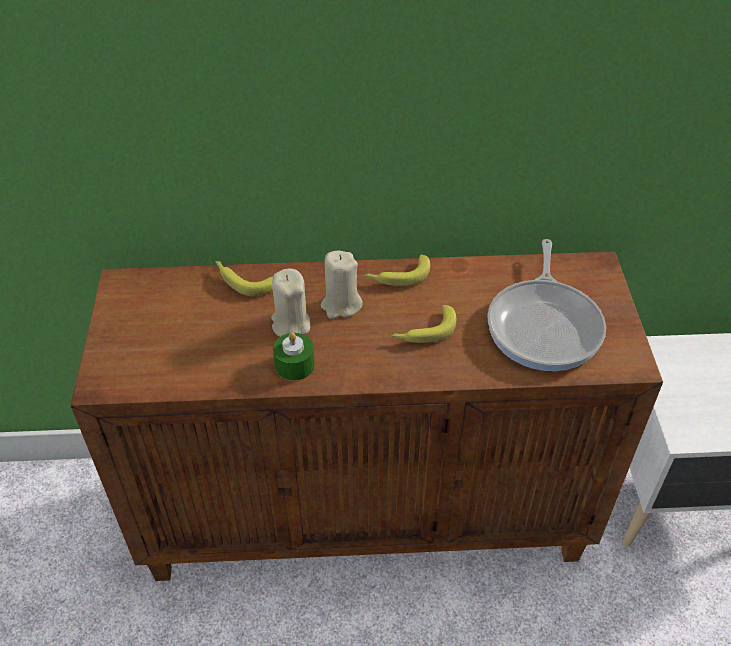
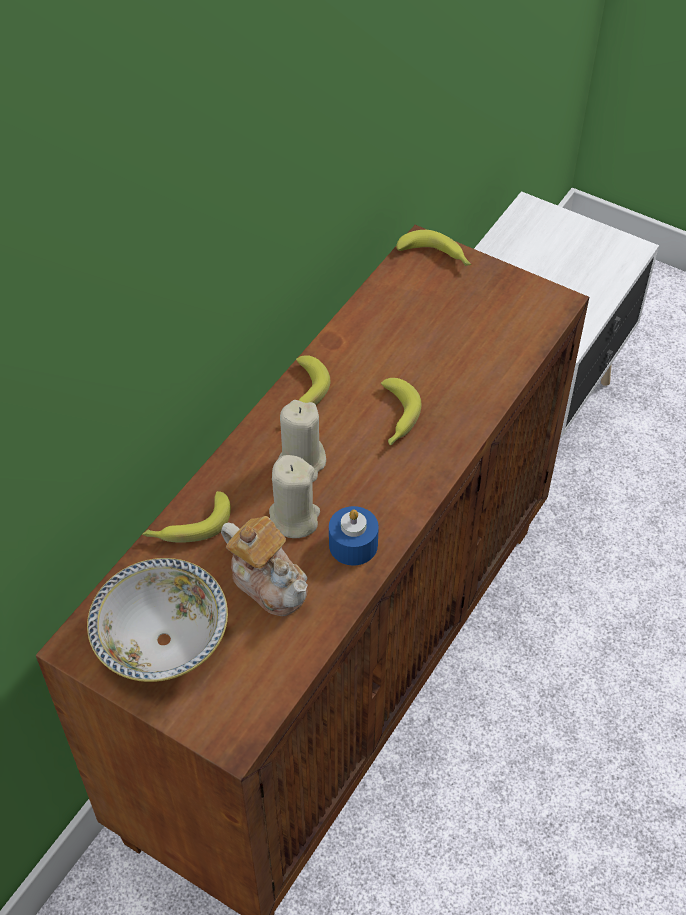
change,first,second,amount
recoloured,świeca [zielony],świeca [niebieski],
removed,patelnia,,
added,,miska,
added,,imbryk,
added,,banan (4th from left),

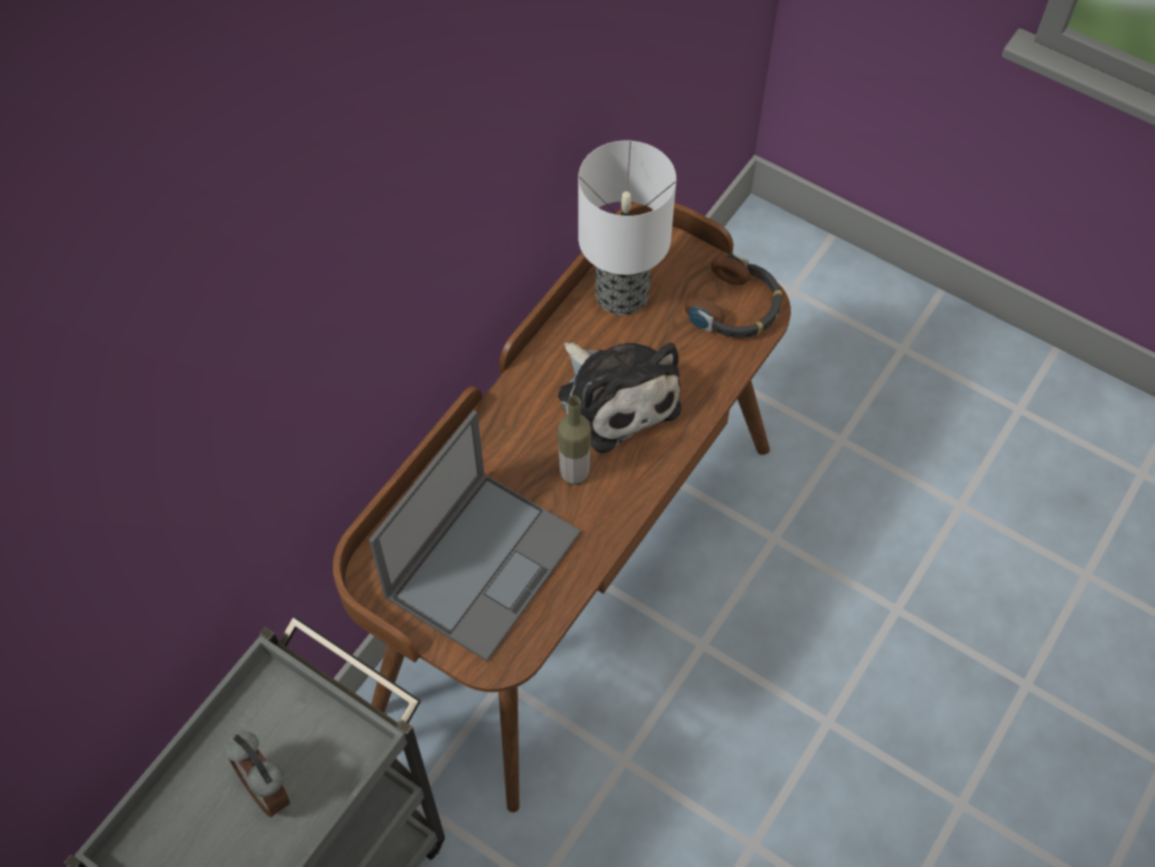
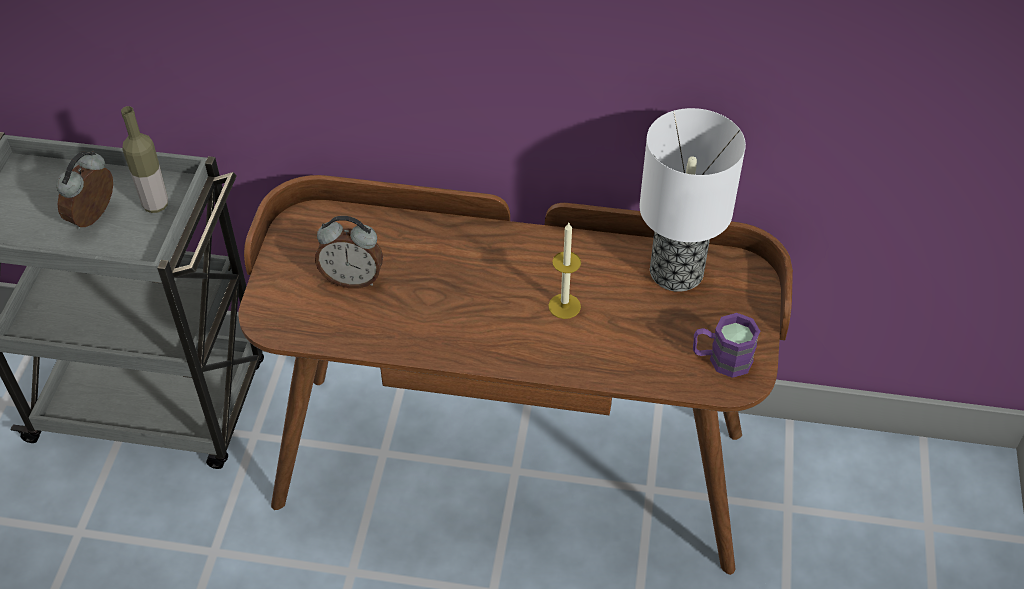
change,first,second,amount
replaced,laptop,budzik (2nd from left),
moved,butelka,,
replaced,pluszak,świeca,
replaced,słuchawki,kubek [fioletowy],

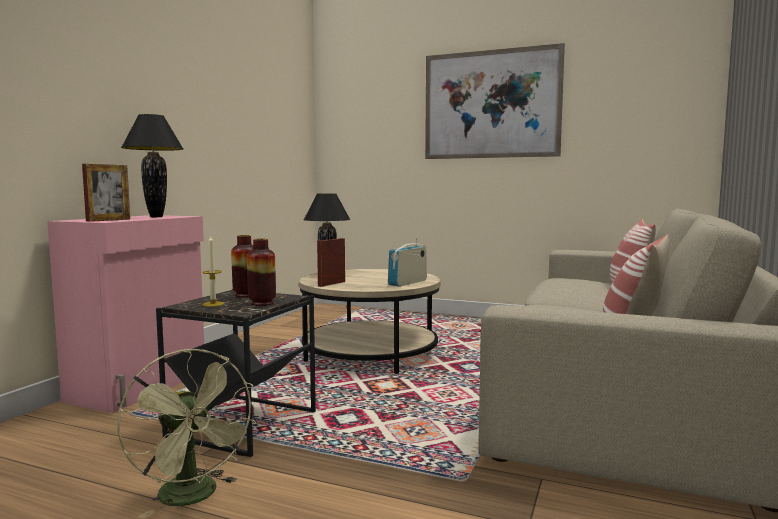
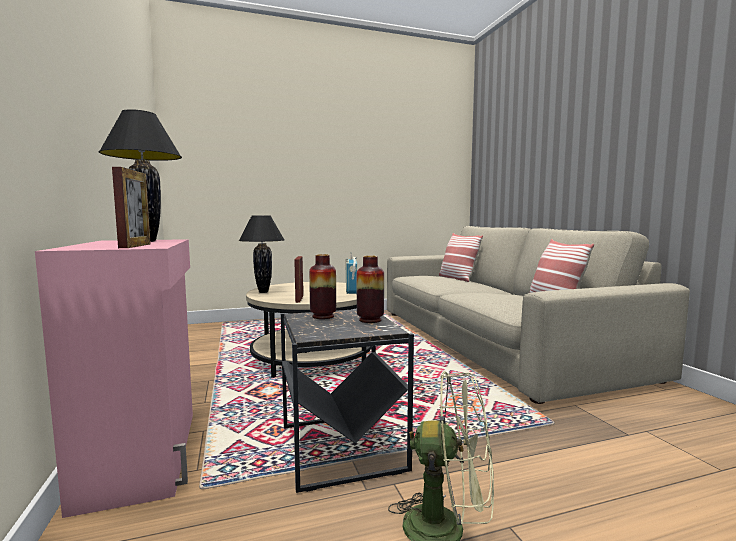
change,first,second,amount
removed,świeca,,
removed,obraz,,

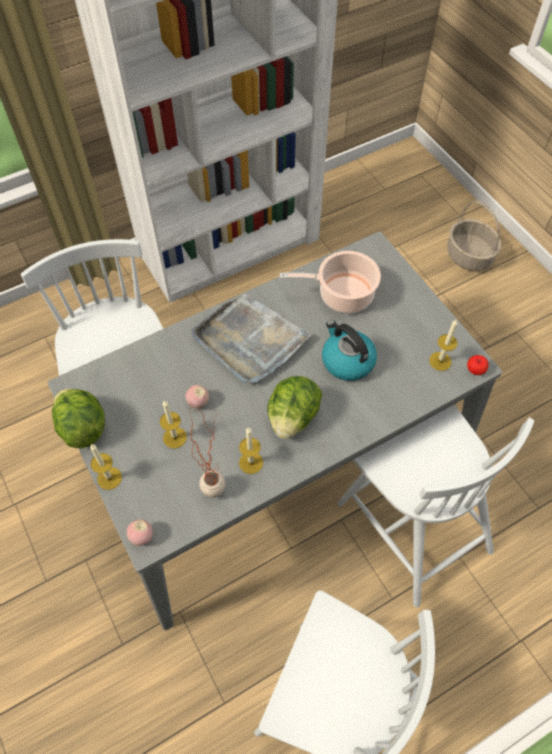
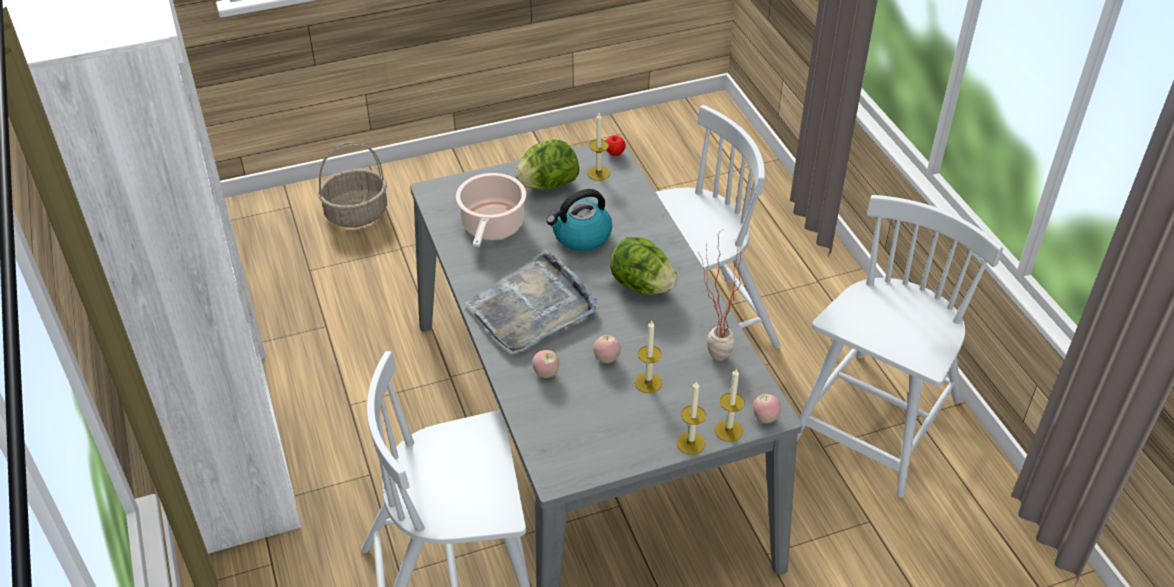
change,first,second,amount
moved,sałata (1st from left),,
moved,świeca (3rd from left in the first image),świeca (4th from left),
added,,jabłko (1st from left),

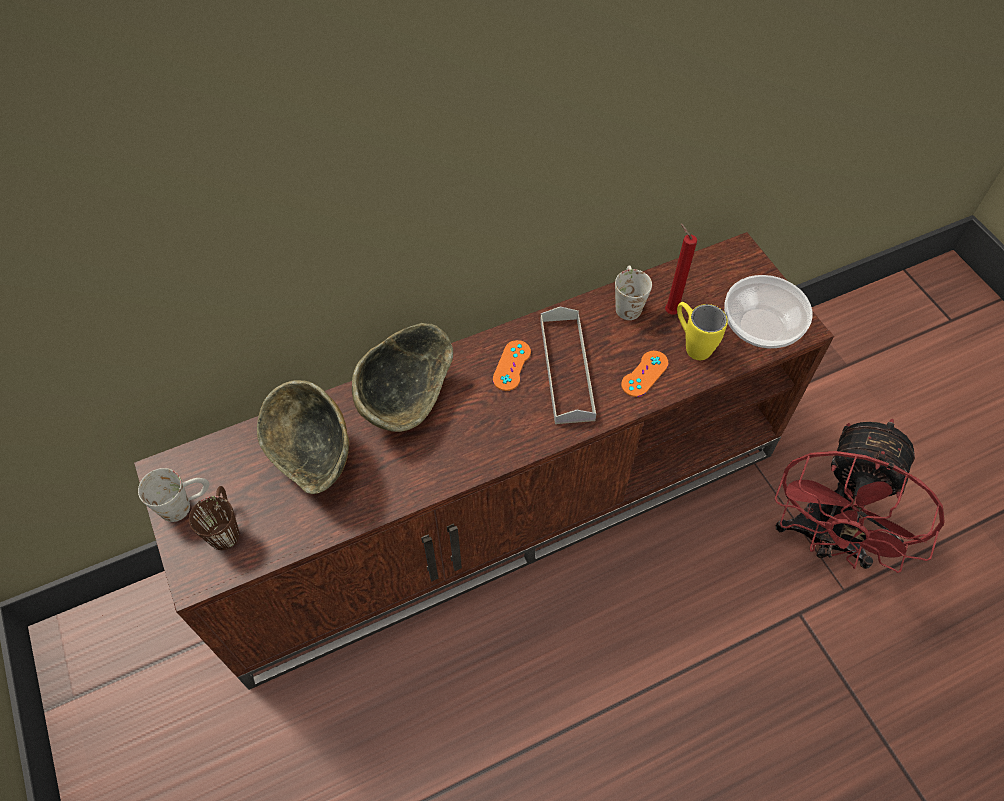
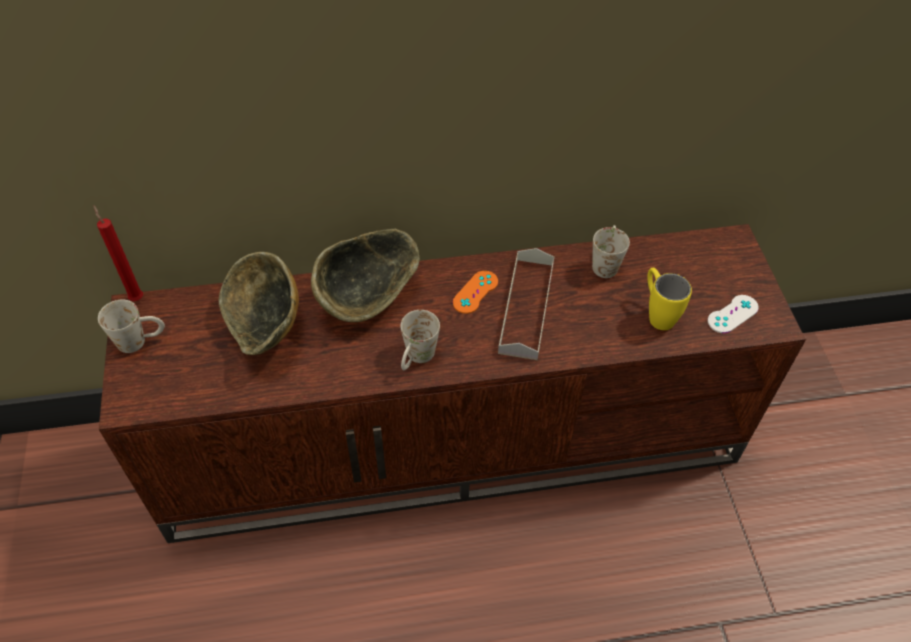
change,first,second,amount
removed,kubek [brązowy],,
removed,pad do gier [pomarańczowy] (2nd from left),,
moved,świeca [czerwony],,
replaced,miska (3rd from left),pad do gier [biały],
removed,wentylator [czerwony],,
added,,kubek [biały] (2nd from left),

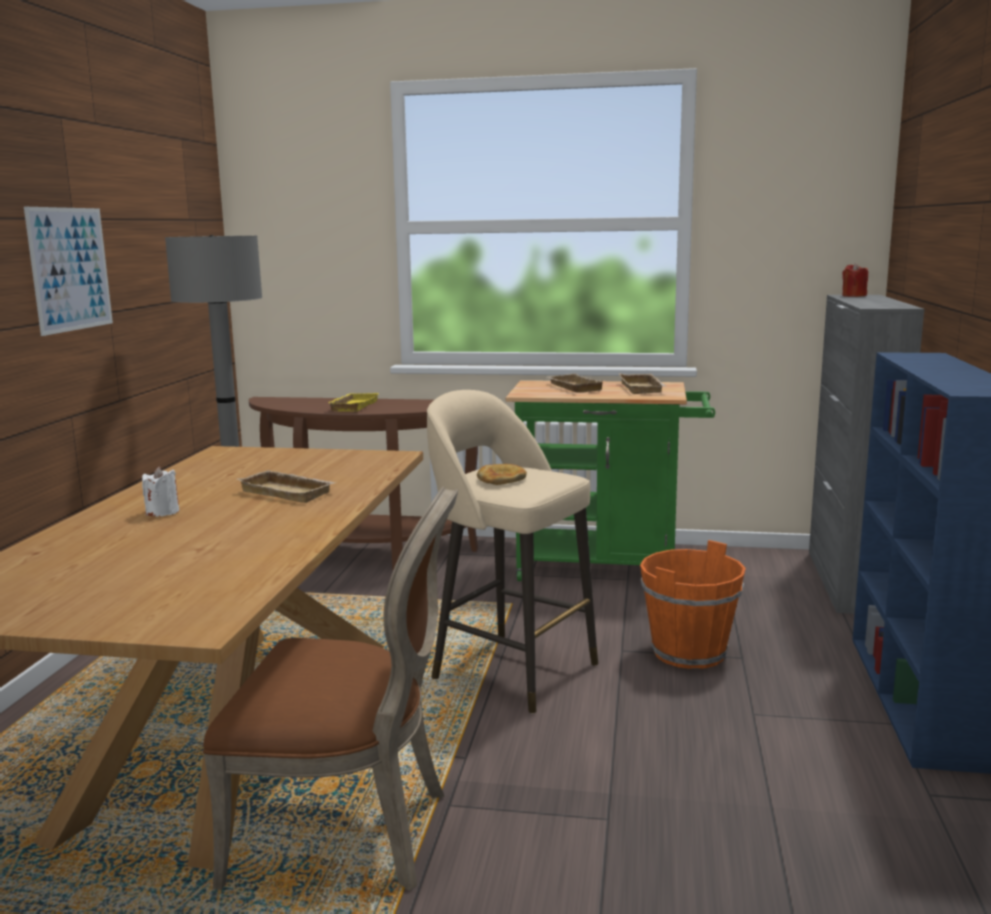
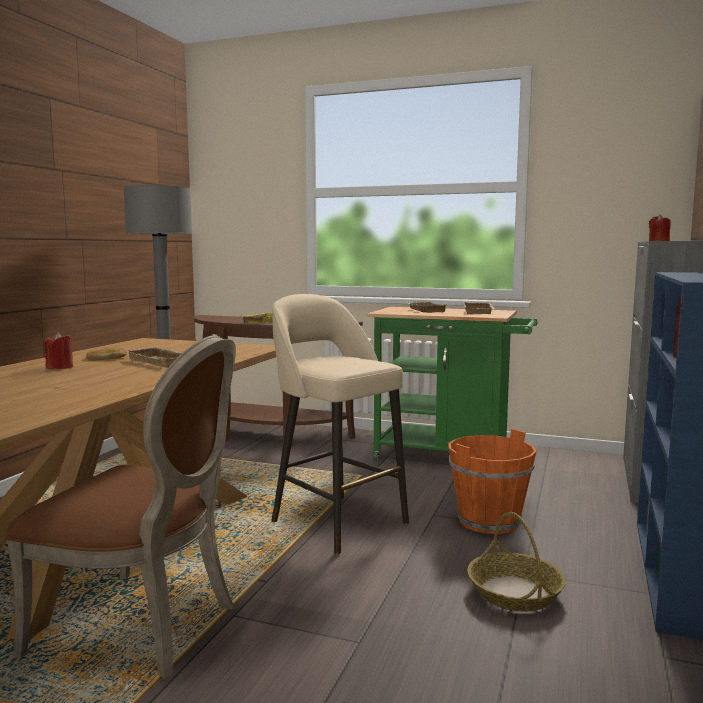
change,first,second,amount
removed,obraz,,
recoloured,świeca [biały],świeca [czerwony] (1st from left),
moved,chleb,,
added,,koszyk,

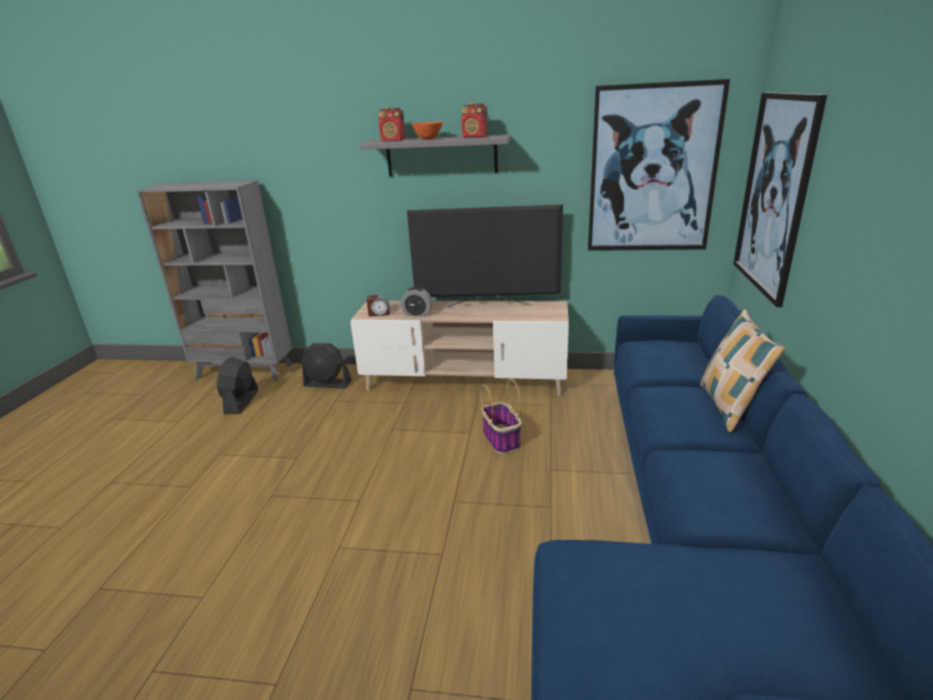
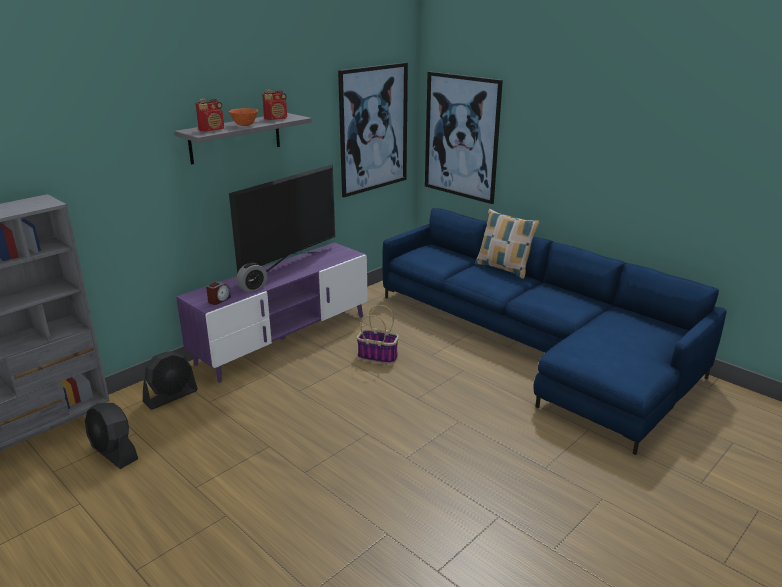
change,first,second,amount
recoloured,szafka pod telewizor [beżowy],szafka pod telewizor [fioletowy],

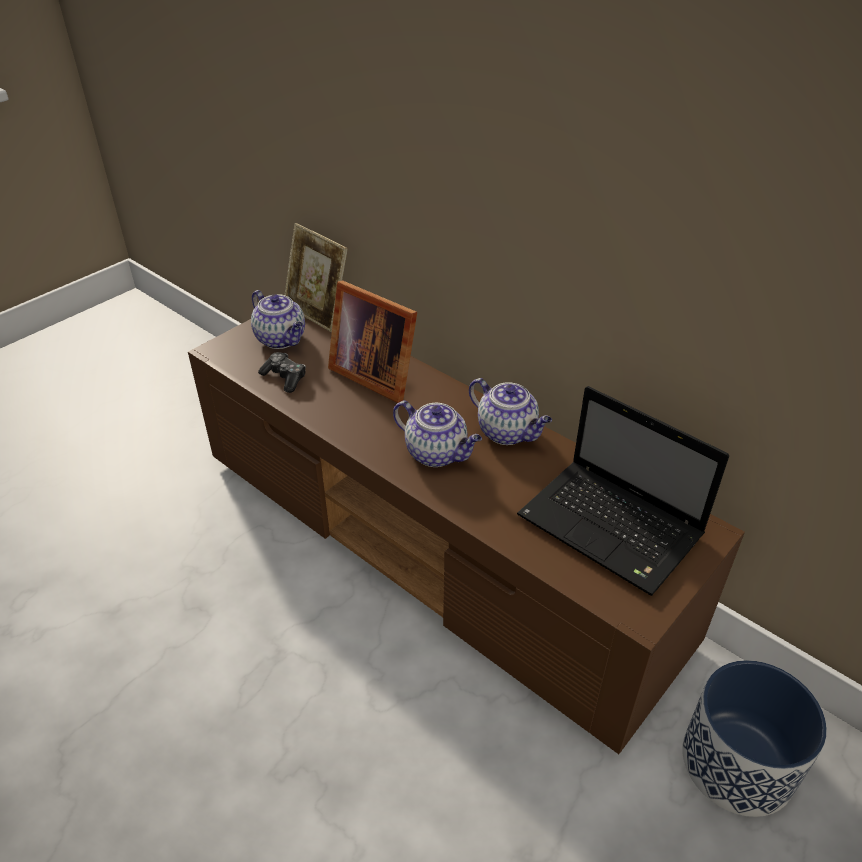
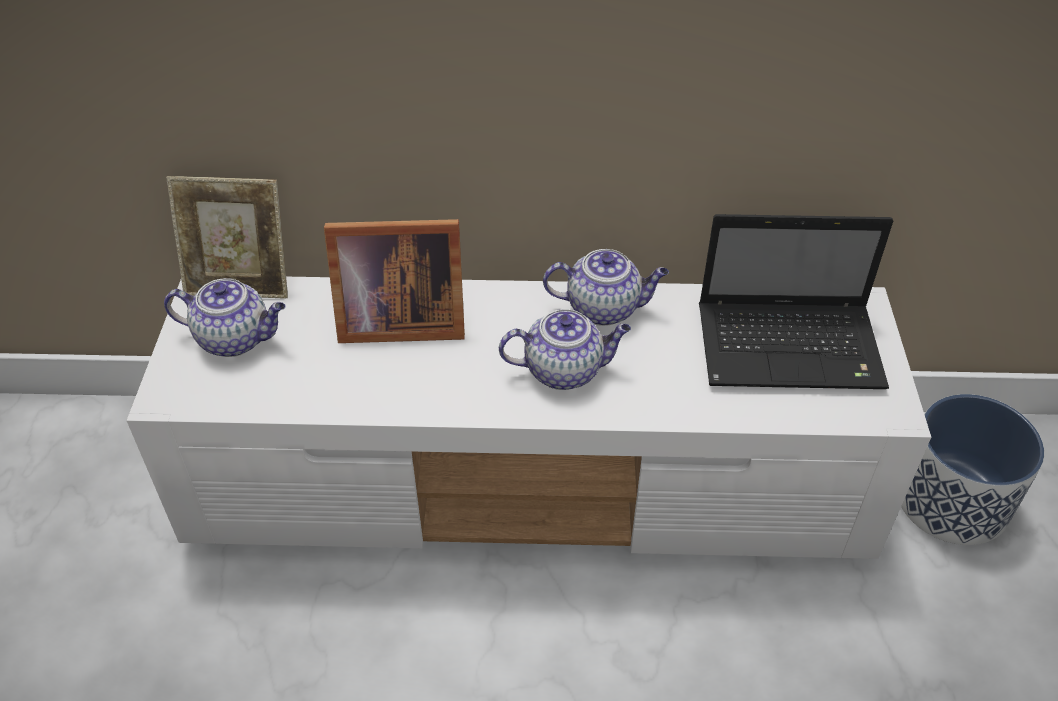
change,first,second,amount
recoloured,szafka pod telewizor [brązowy],szafka pod telewizor [biały],
removed,pad do gier,,

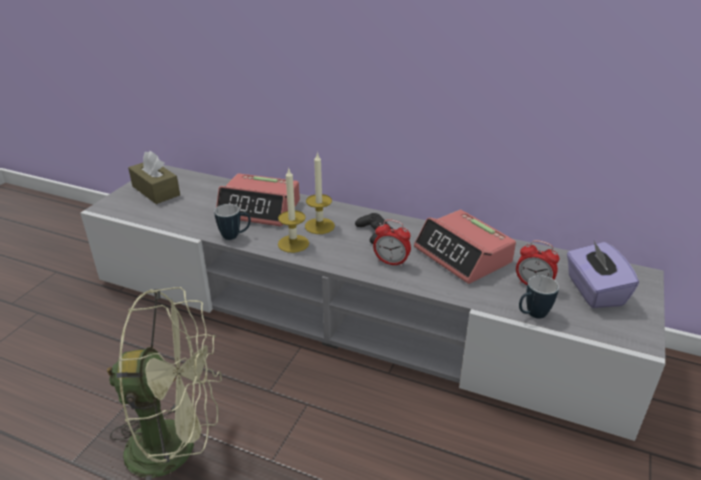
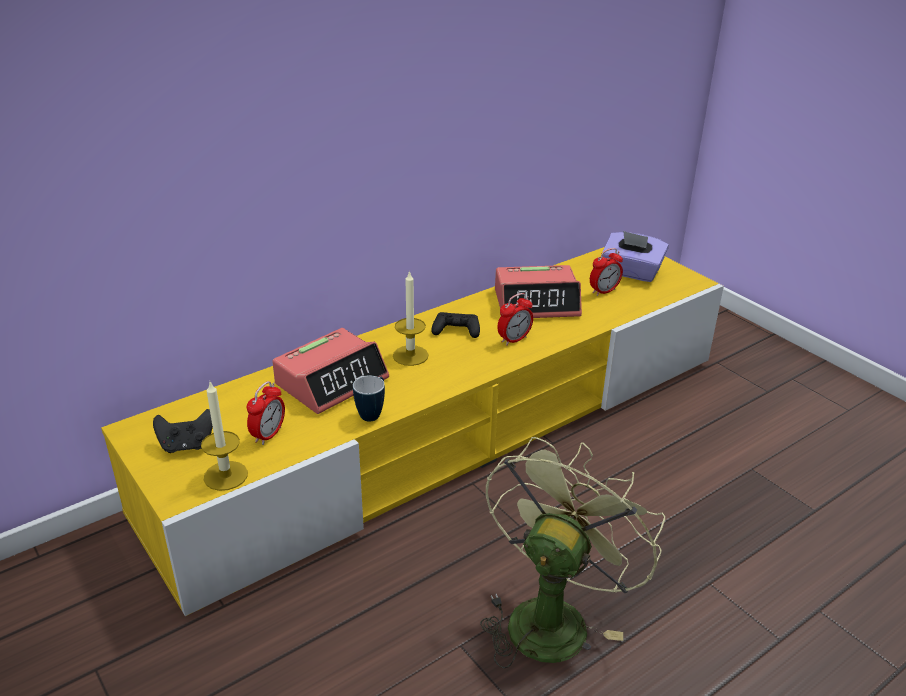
change,first,second,amount
recoloured,szafka pod telewizor [szary],szafka pod telewizor [żółty],
replaced,pudełko chusteczek [brązowy],pad do gier [czarny] (1st from left),
moved,świeca (1st from left),,
removed,kubek (2nd from left),,
added,,budzik (1st from left),

